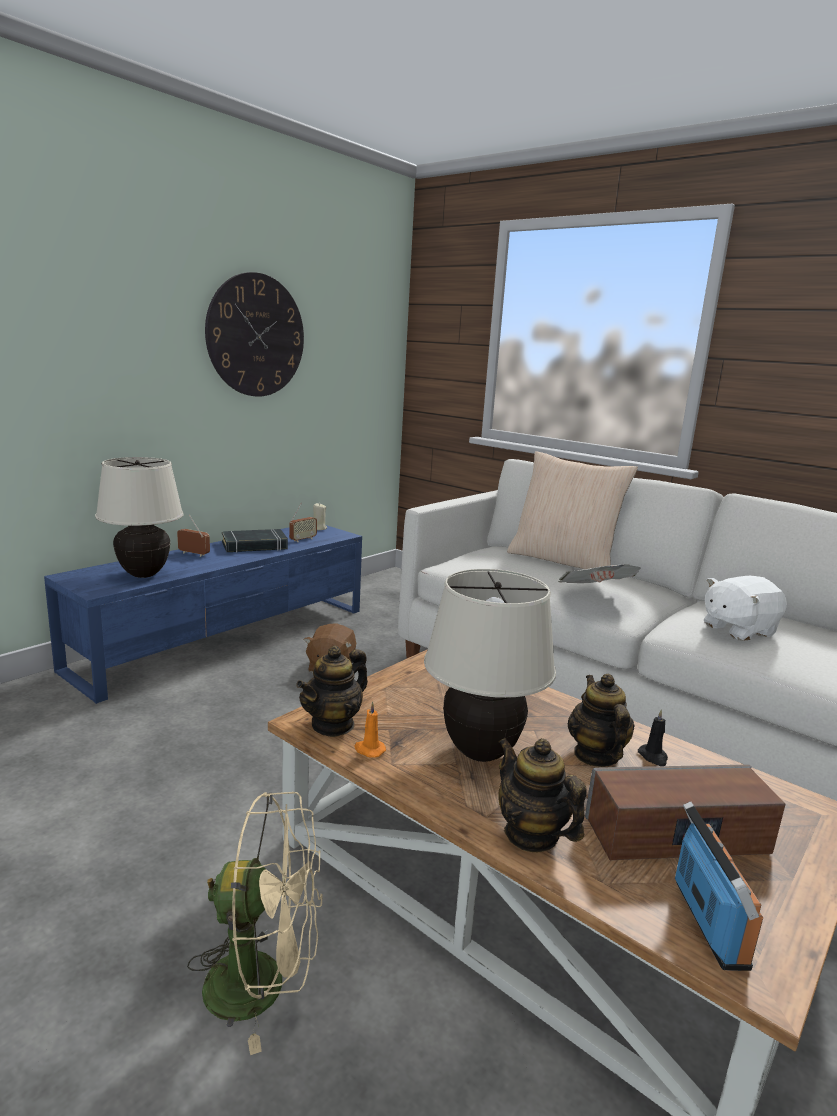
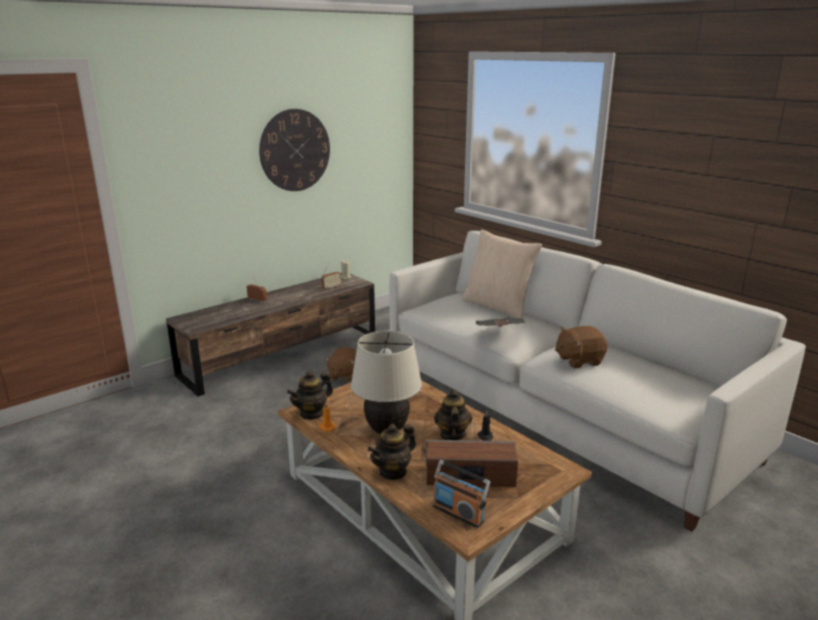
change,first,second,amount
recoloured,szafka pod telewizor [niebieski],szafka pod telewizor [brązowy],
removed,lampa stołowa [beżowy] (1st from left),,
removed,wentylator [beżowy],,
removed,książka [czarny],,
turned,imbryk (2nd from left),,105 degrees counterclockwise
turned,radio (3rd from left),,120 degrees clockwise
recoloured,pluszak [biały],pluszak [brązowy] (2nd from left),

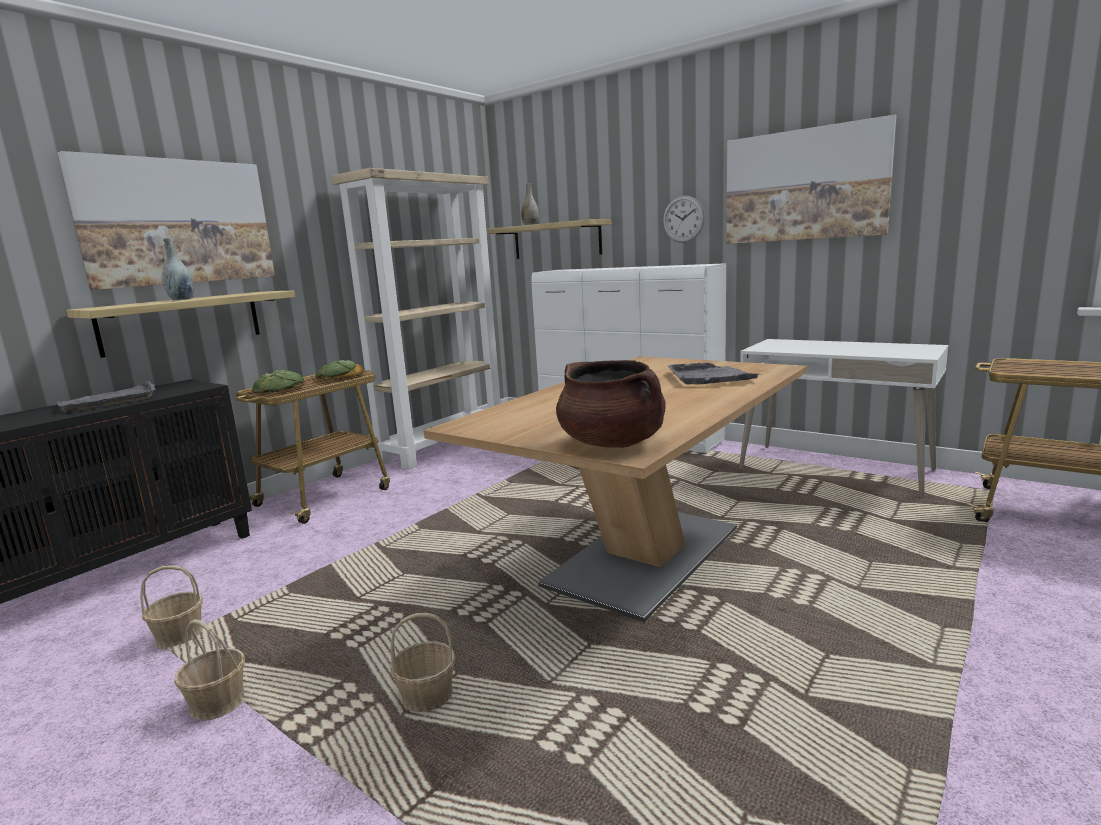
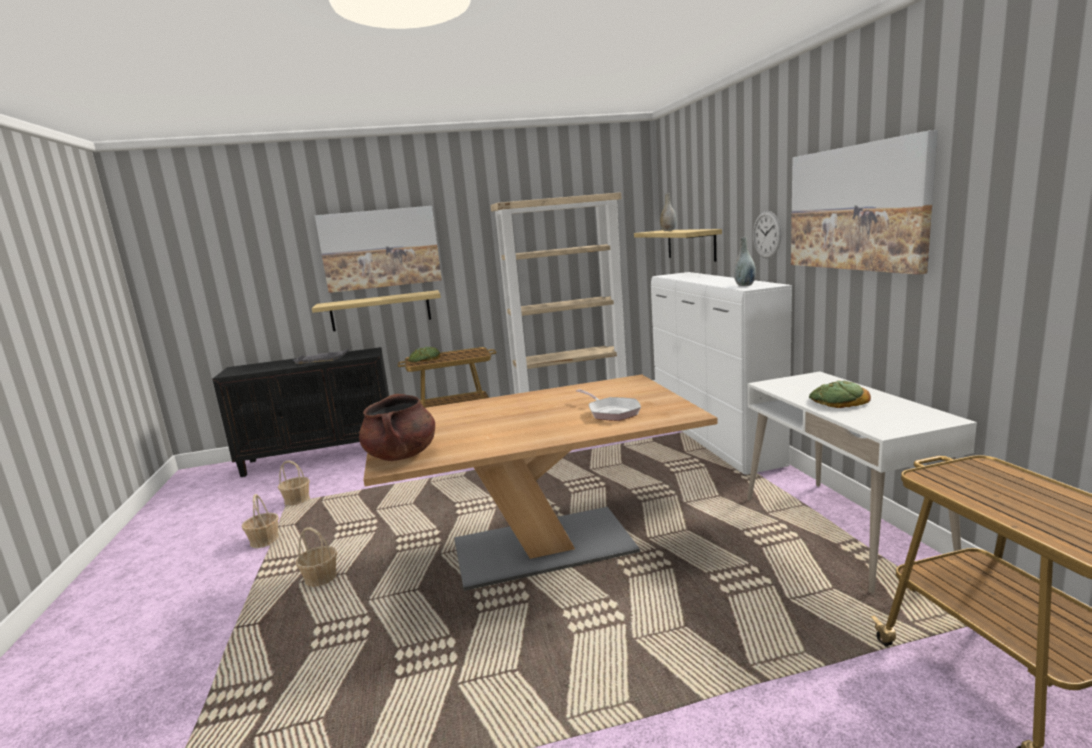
change,first,second,amount
moved,wazon [szary] (1st from left in the first image),wazon [szary] (2nd from left),
moved,chleb (2nd from left),,
replaced,taca [szary] (2nd from left),patelnia,

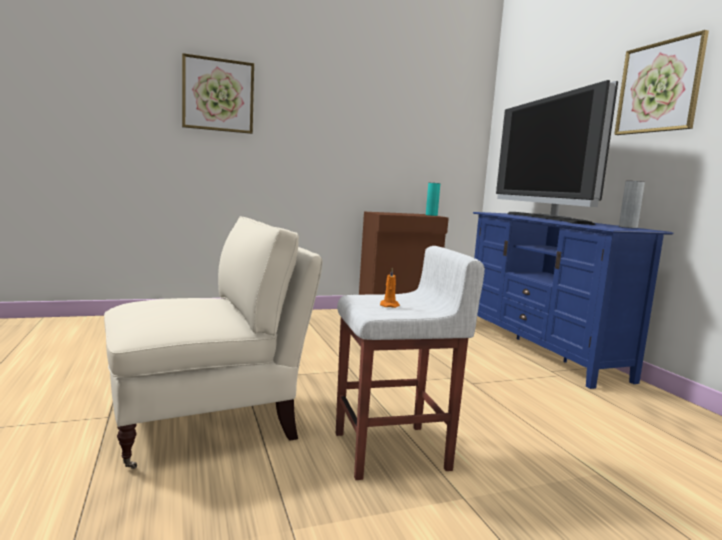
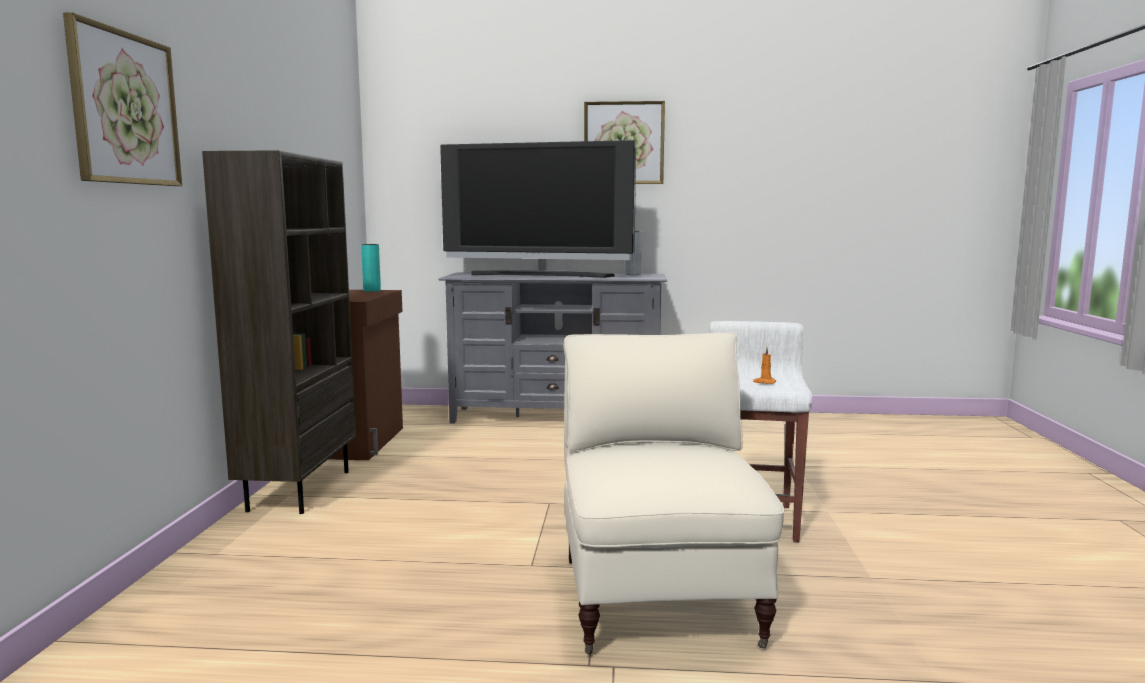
change,first,second,amount
recoloured,szafka pod telewizor [niebieski],szafka pod telewizor [szary],
added,,regał [brązowy],

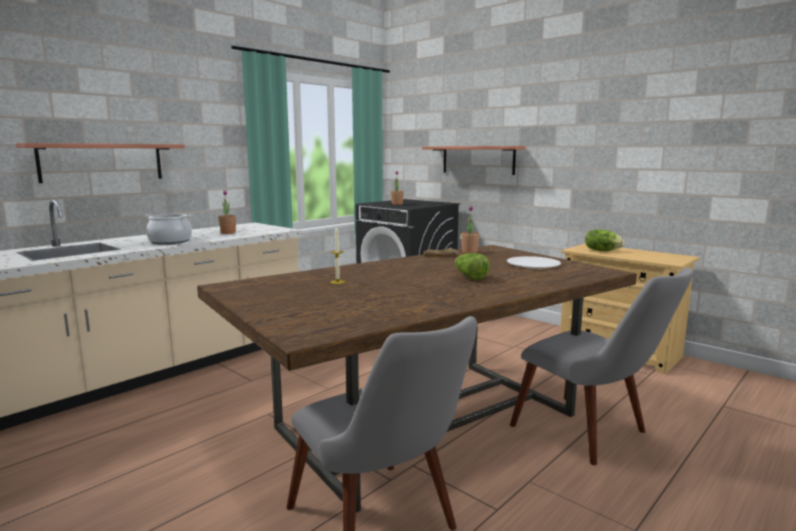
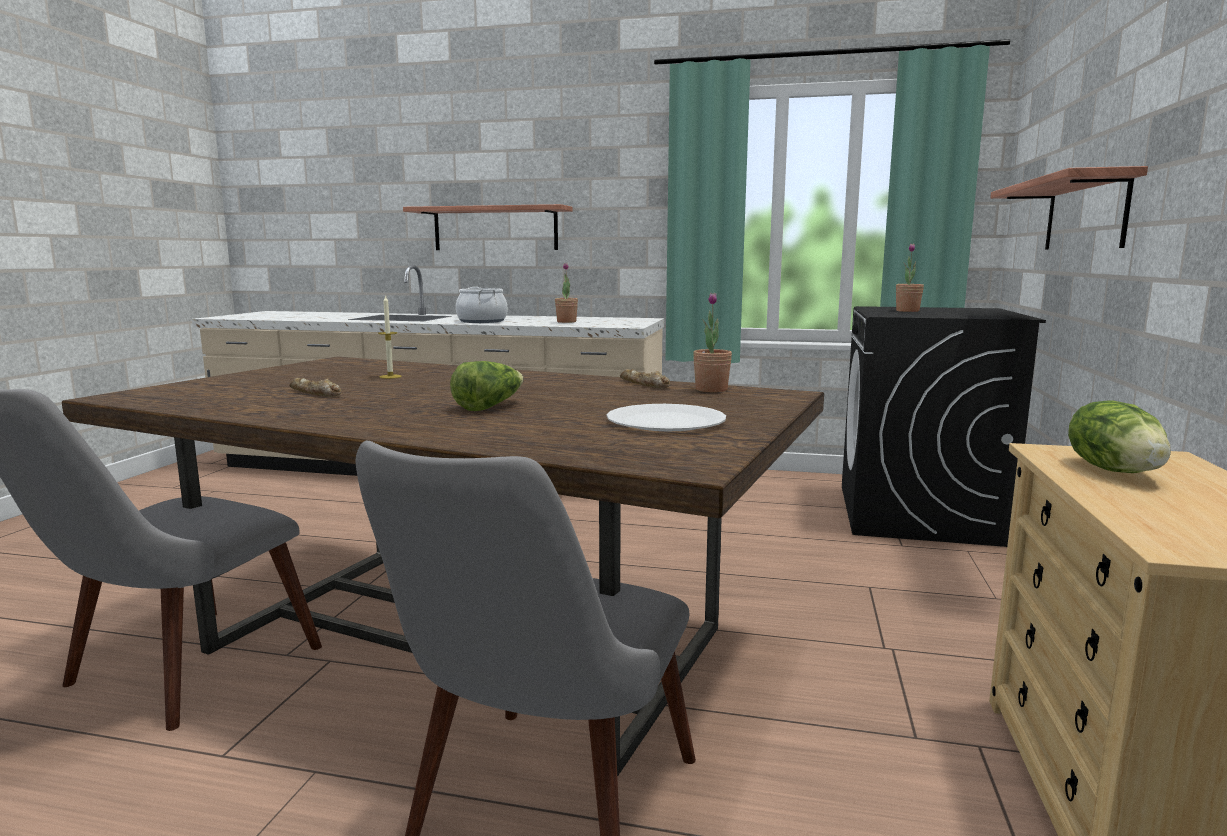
change,first,second,amount
added,,chleb (1st from left),

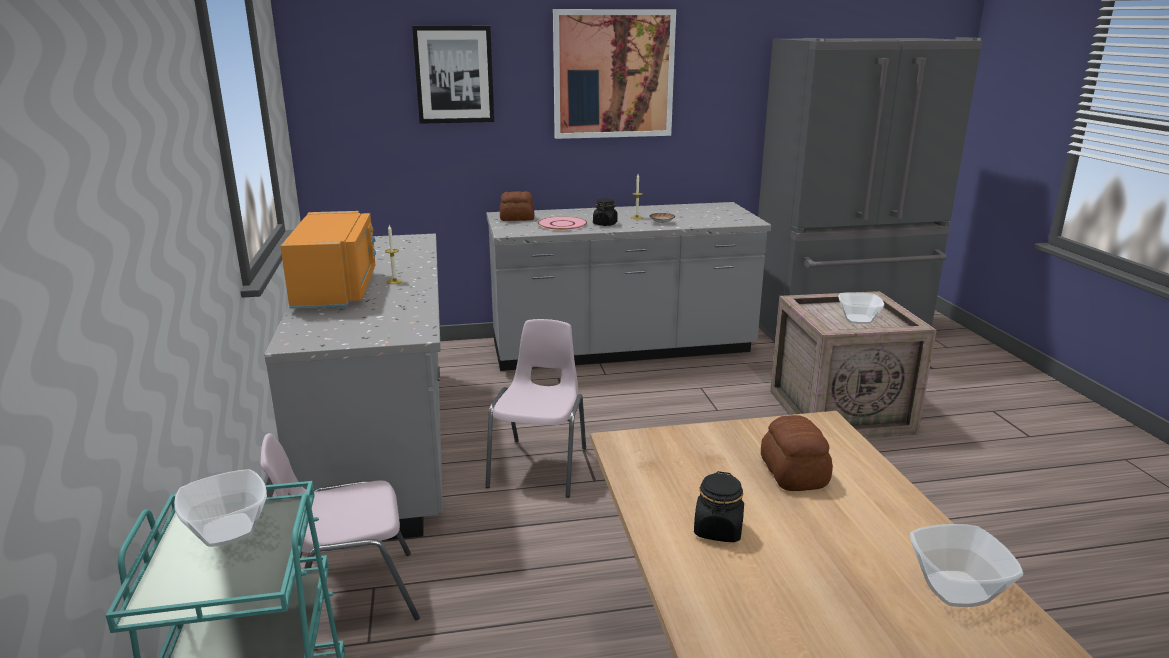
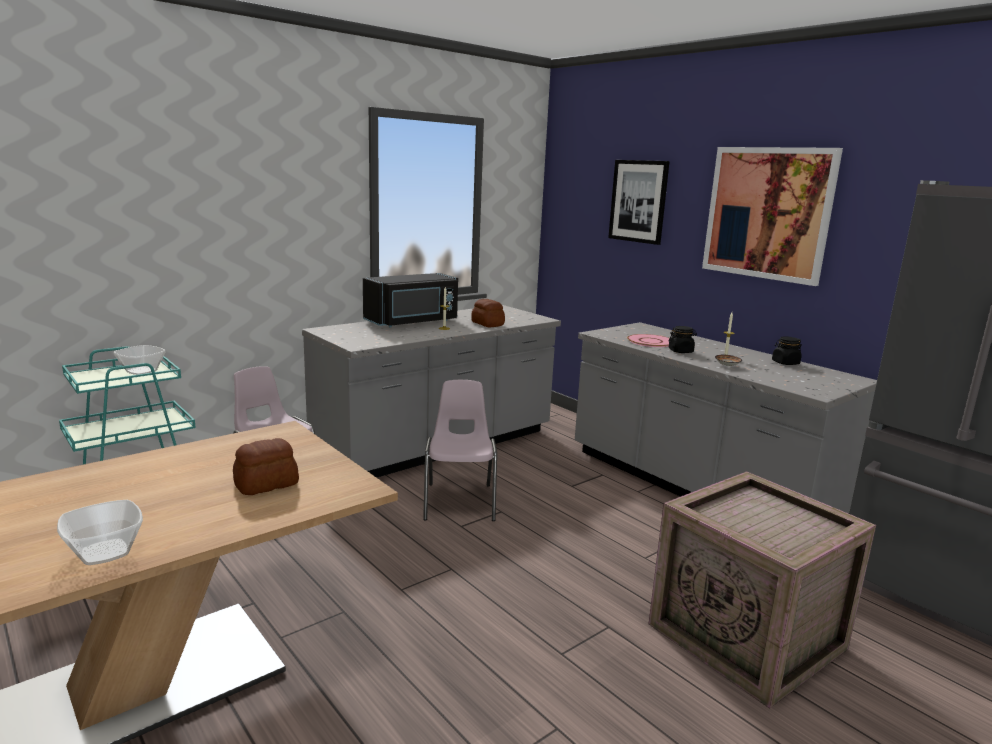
change,first,second,amount
recoloured,mikrofalówka [pomarańczowy],mikrofalówka [czarny],
turned,krzesło [różowy] (2nd from left),,75 degrees counterclockwise
moved,chleb (1st from left in the first image),chleb (2nd from left),
moved,słoik [czarny] (2nd from left),,
removed,miska (3rd from left),,

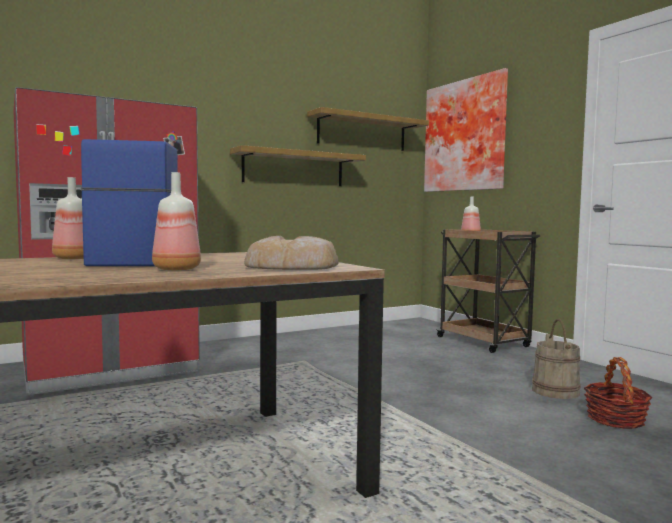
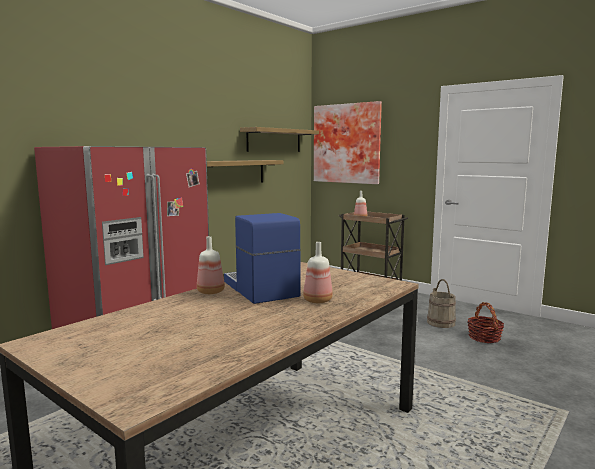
change,first,second,amount
removed,chleb,,

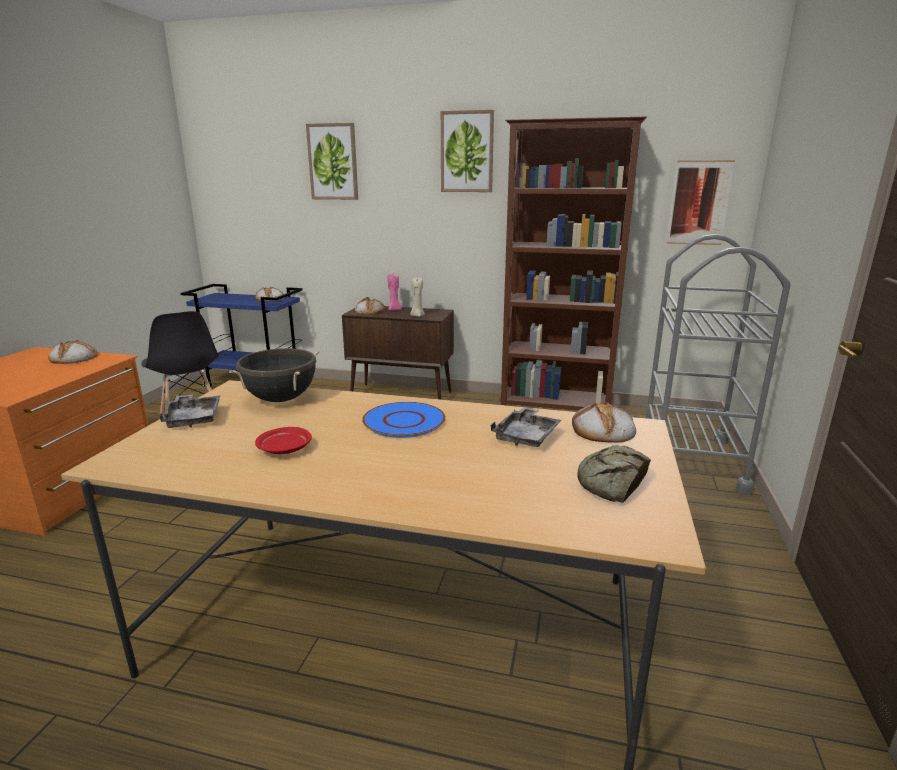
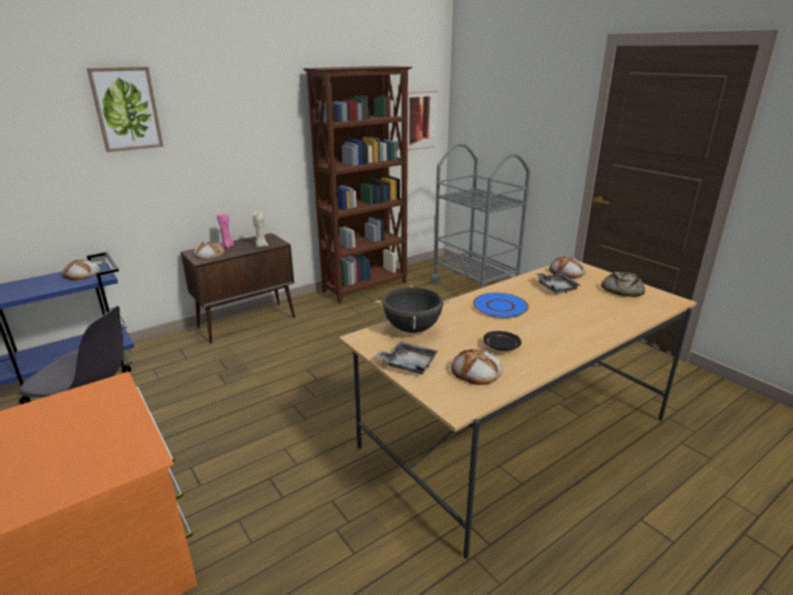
change,first,second,amount
moved,chleb (1st from left in the first image),chleb (3rd from left),
recoloured,talerz [czerwony],talerz [czarny],
removed,obraz (2nd from left),,

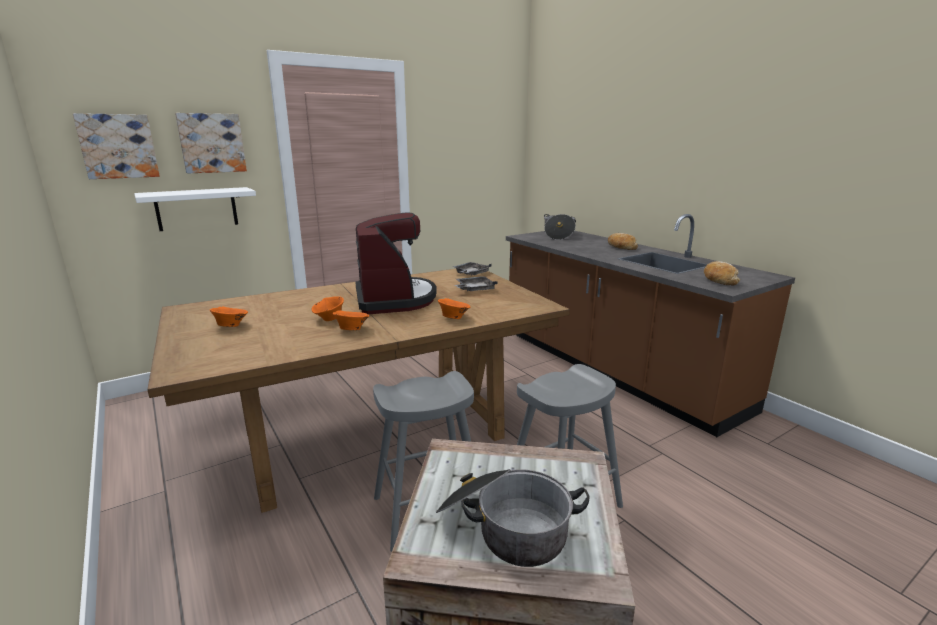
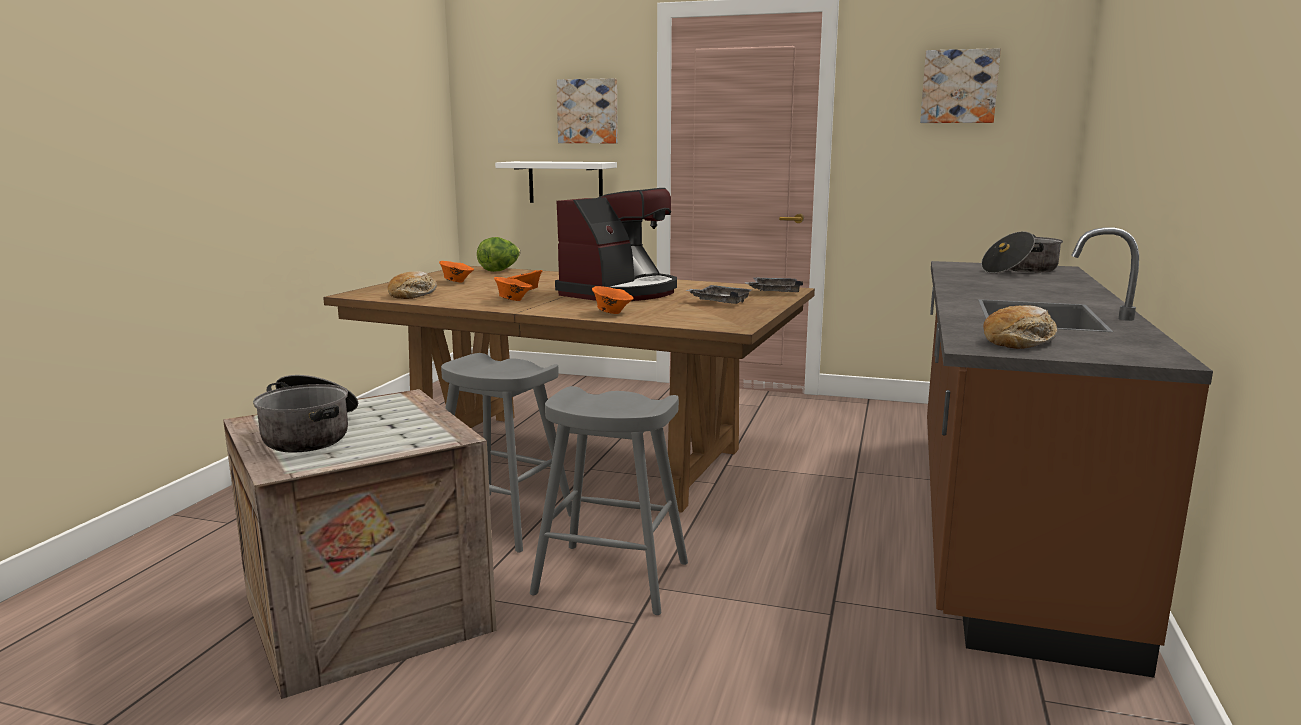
change,first,second,amount
moved,obraz (1st from left in the first image),obraz (2nd from left),
moved,chleb (1st from left),,
added,,sałata,

